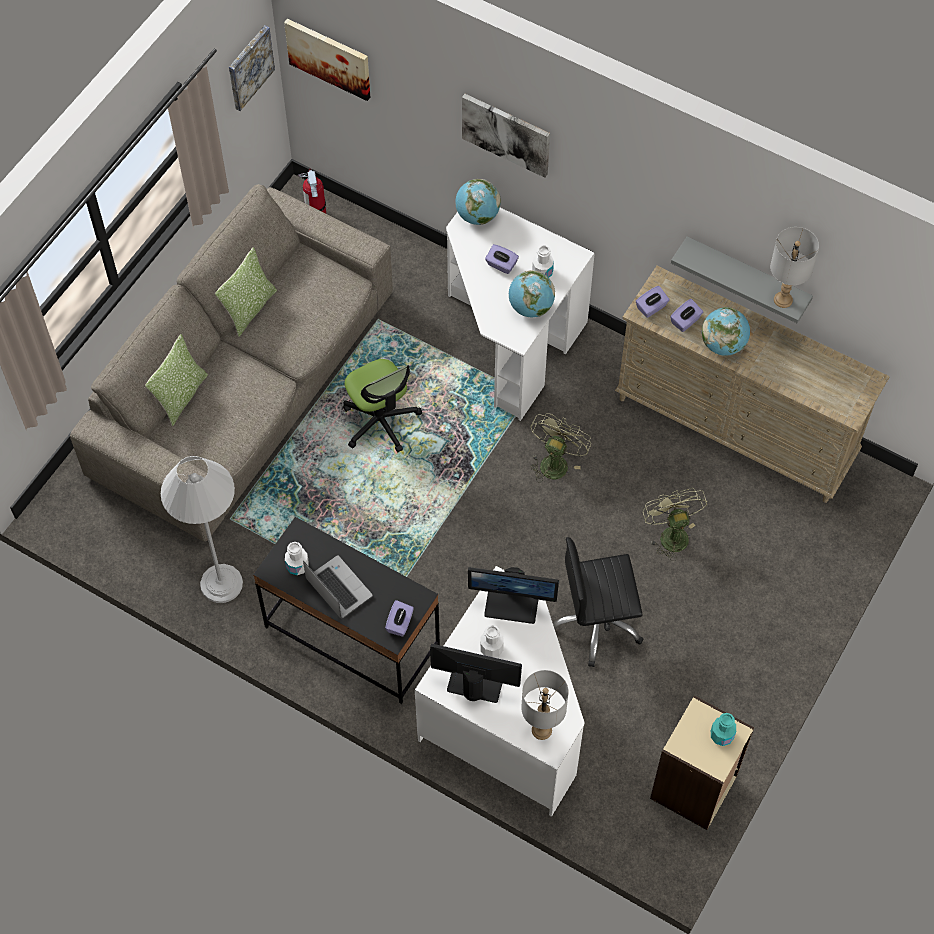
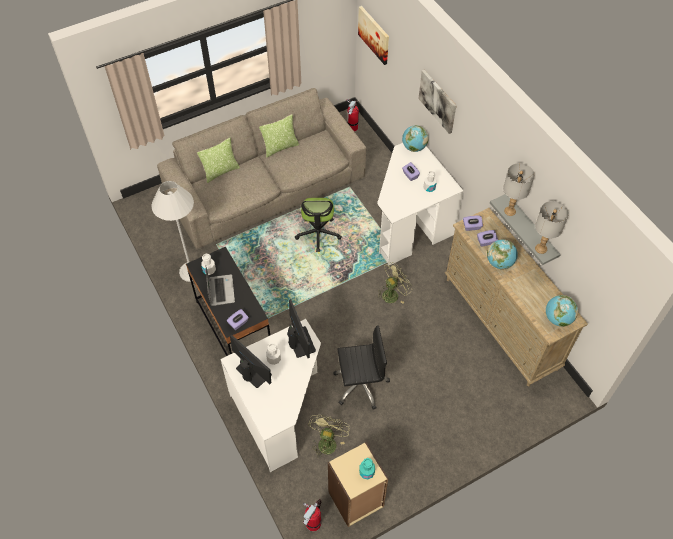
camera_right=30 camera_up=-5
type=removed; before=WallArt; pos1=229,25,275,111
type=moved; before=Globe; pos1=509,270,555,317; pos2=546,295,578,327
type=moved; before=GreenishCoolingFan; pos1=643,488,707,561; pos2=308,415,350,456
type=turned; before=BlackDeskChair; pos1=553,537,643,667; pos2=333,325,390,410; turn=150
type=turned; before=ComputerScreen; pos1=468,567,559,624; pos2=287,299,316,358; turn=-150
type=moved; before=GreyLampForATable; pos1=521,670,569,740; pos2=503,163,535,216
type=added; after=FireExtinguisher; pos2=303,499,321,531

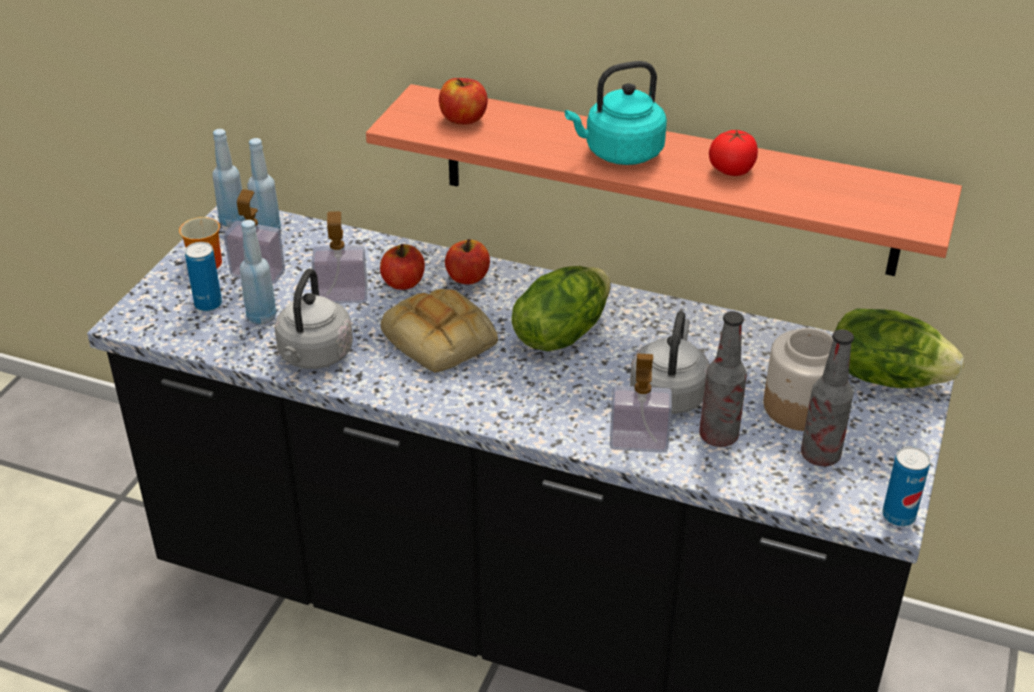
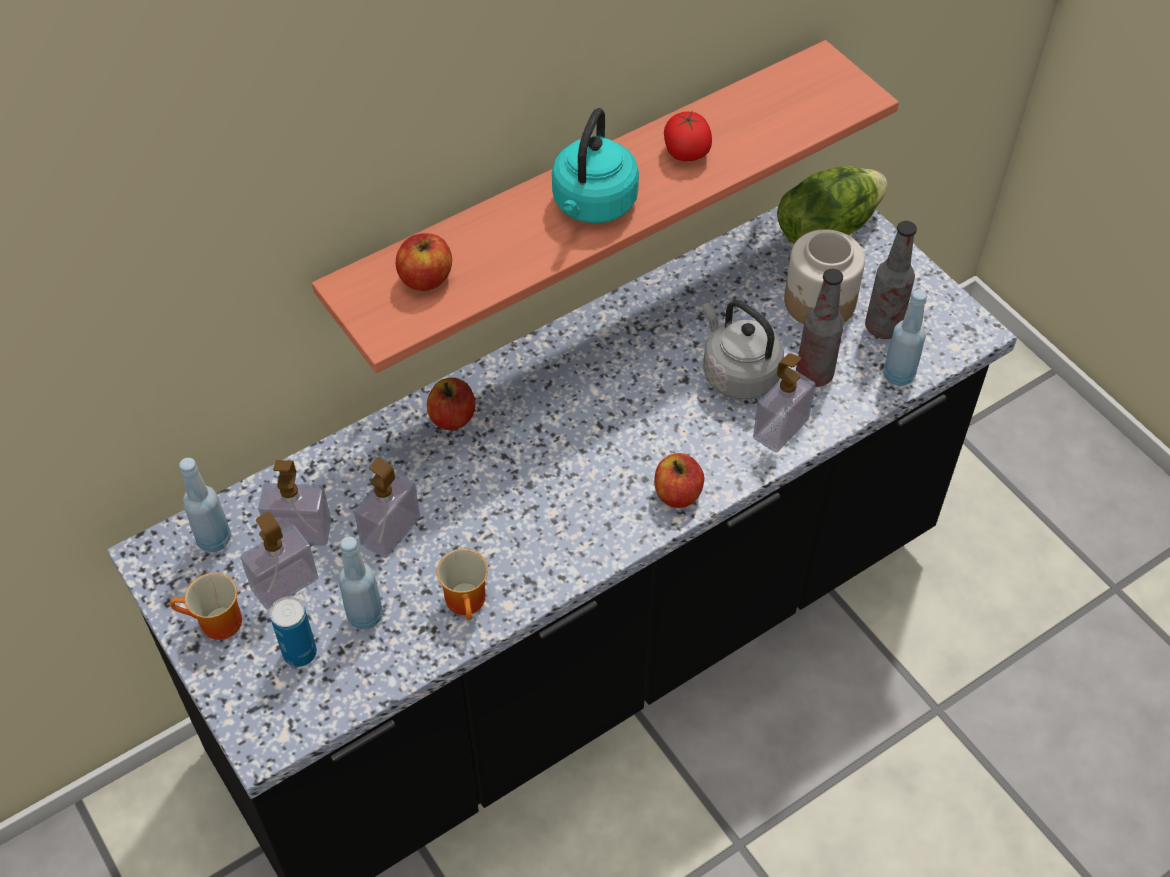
camera_right=-55 camera_up=15
type=moved; before=BluishDrinkBottle; pos1=212,129,246,227; pos2=883,289,927,386
type=moved; before=WholeApple; pos1=380,244,425,290; pos2=654,453,704,508
type=removed; before=HeadOfLettuce; pos1=512,266,611,351
type=replaced; before=GreyKettle; after=Mug; pos1=274,269,353,369; pos2=437,548,488,620
type=removed; before=BakedBread; pos1=380,289,498,373
type=removed; before=Can; pos1=882,446,930,526
type=added; after=LiquidSoapBottle; pos2=258,460,331,546

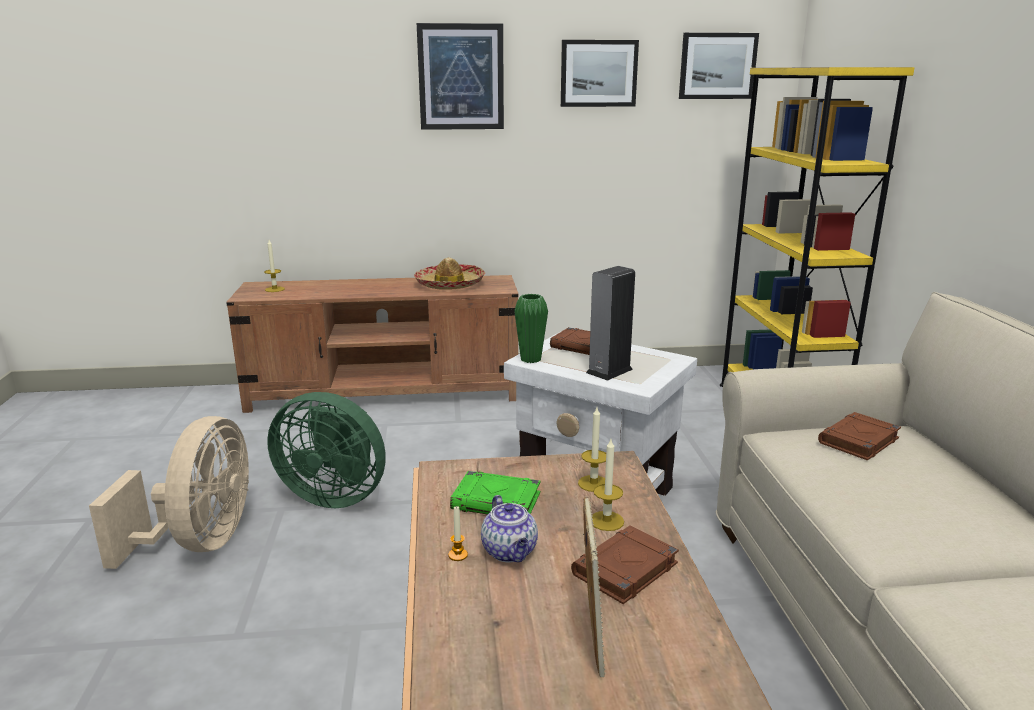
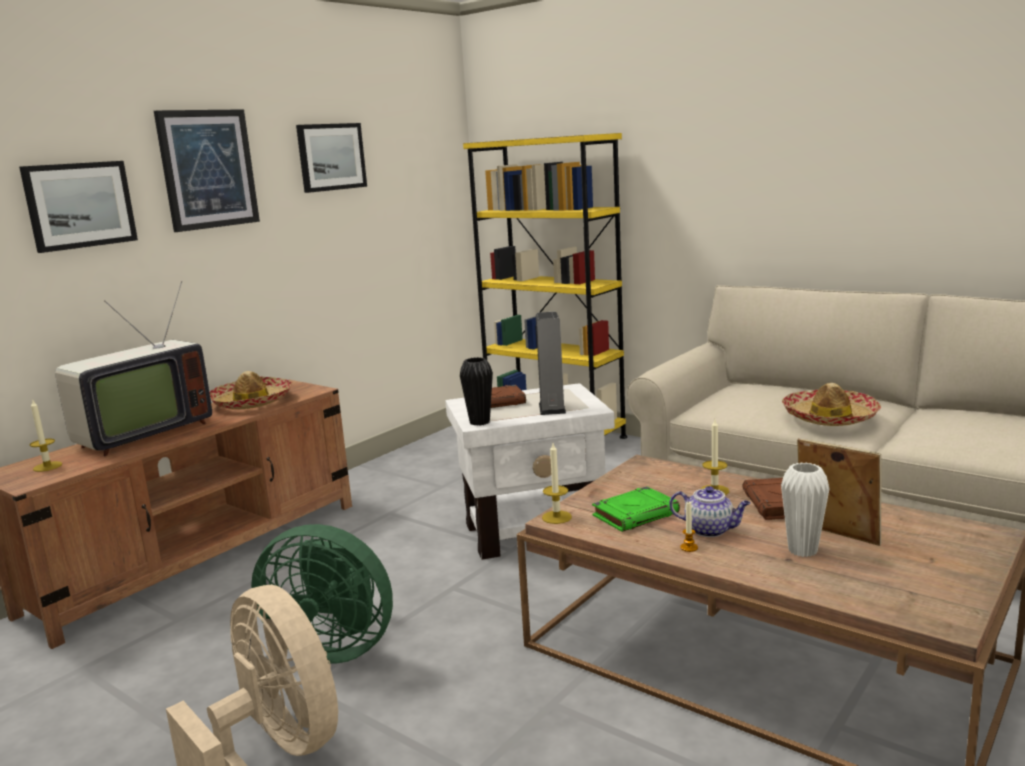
camera_right=-45 camera_up=-5
type=moved; before=WallArt; pos1=679,33,759,99; pos2=19,161,138,253
type=recoloured; before=GreenishVase; after=BlackVase; pos1=514,294,548,363; pos2=460,357,493,426
type=turned; before=GreenishCoolingFan; pos1=267,392,386,508; pos2=251,524,393,664; turn=45
type=moved; before=WaxCandle; pos1=578,407,606,492; pos2=542,443,572,524
type=removed; before=BrownBoundBook; pos1=818,412,901,461
type=added; after=Television; pos2=55,281,212,456
type=added; after=WearableHat; pos2=782,383,881,426
type=added; after=WhitishVase; pos2=781,462,830,557

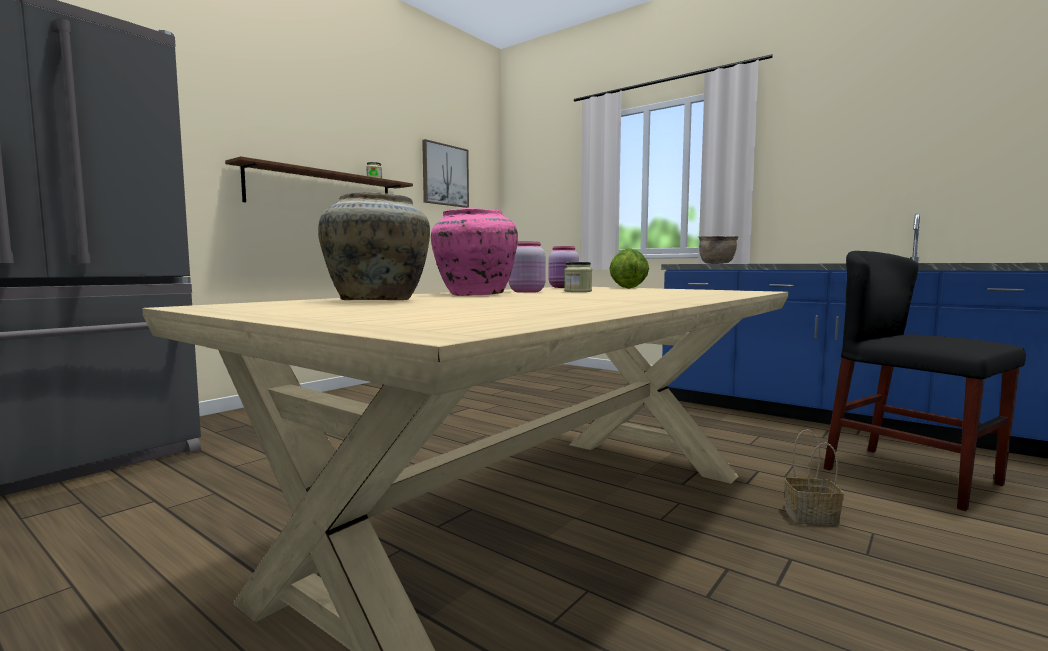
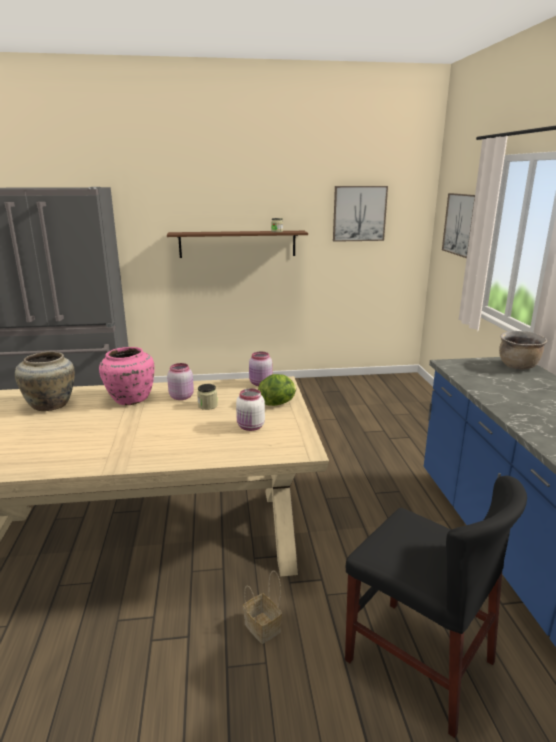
camera_right=45 camera_up=15
type=turned; before=BlackChair; pos1=824,251,1026,511; pos2=345,476,527,738; turn=120
type=added; after=WallArt; pos2=442,193,475,258
type=added; after=WhitishJar; pos2=236,388,265,431

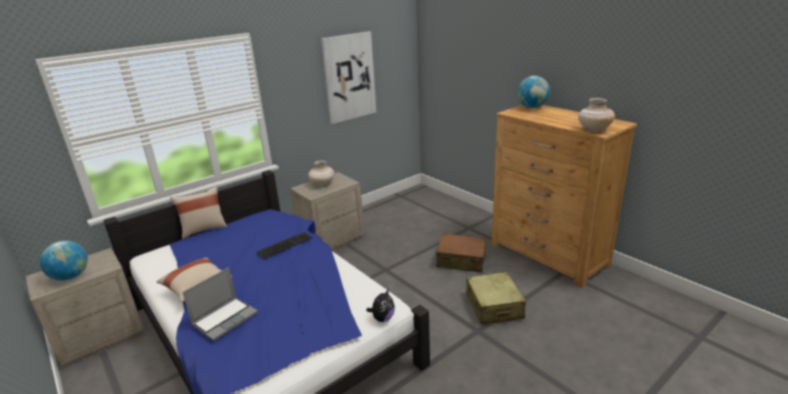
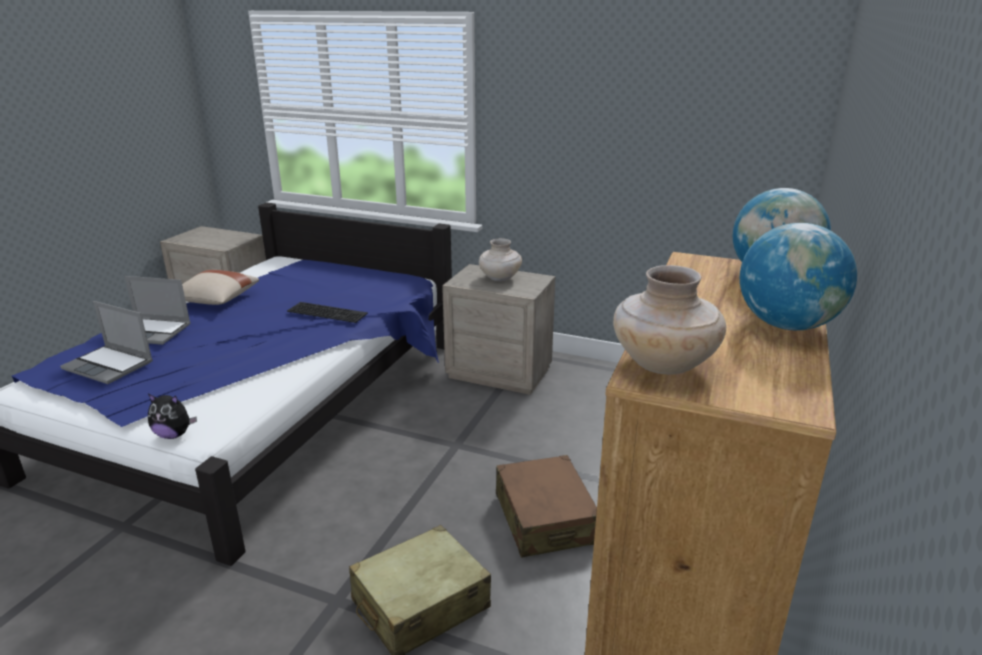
camera_right=60 camera_up=0
type=removed; before=WallArt; pos1=321,32,376,124
type=removed; before=SandColouredPillow; pos1=170,186,227,239
type=moved; before=Globe; pos1=40,241,88,280; pos2=740,223,857,330
type=added; after=Laptop; pos2=60,301,153,384

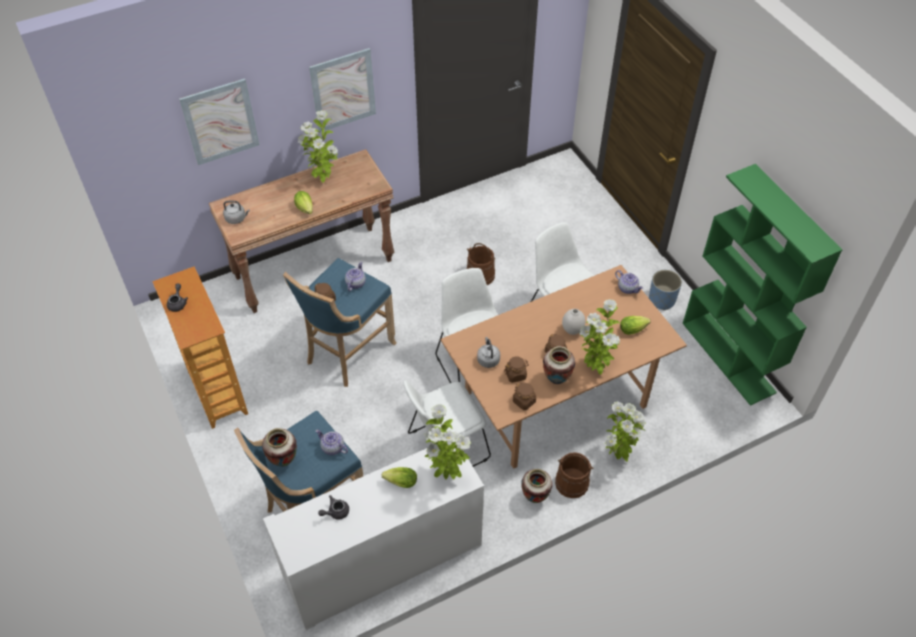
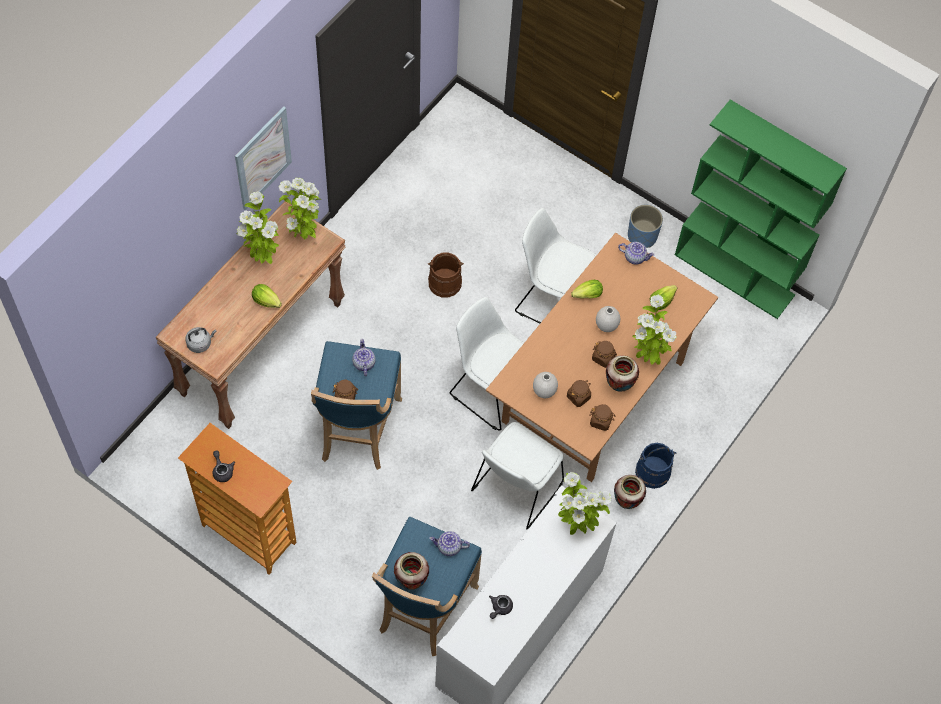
camera_right=-30 camera_up=10
type=removed; before=WallArt; pos1=179,78,259,165
type=replaced; before=GreyKettle; after=WhitishVase; pos1=477,337,500,368; pos2=533,372,558,398
type=moved; before=PottedPlant; pos1=605,402,646,462; pos2=278,178,319,240
type=recoloured; before=BrownWaterBucket; after=BluishWaterBucket; pos1=555,452,594,498; pos2=635,443,676,489
type=moved; before=HeadOfLettuce; pos1=382,467,417,488; pos2=571,280,603,299

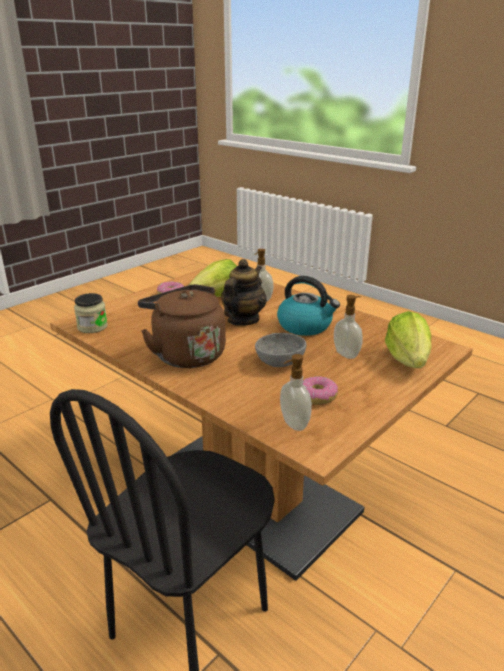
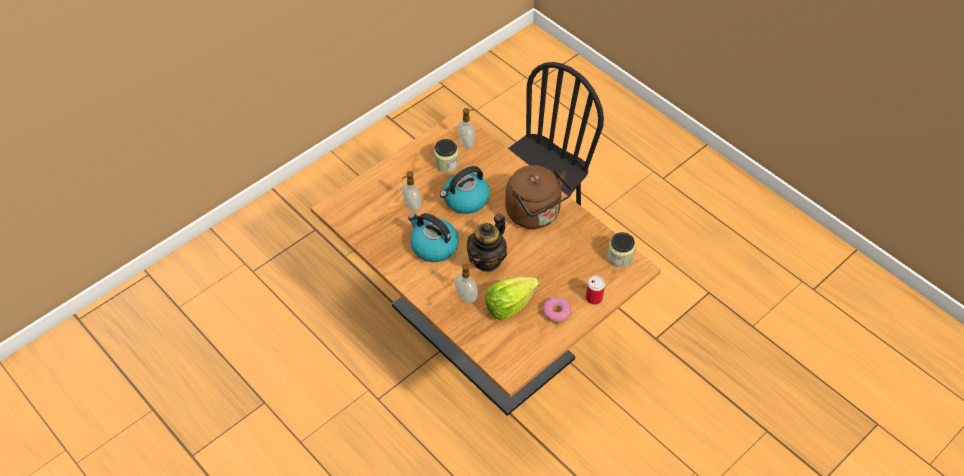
camera_right=-175 camera_up=25
type=removed; before=HeadOfLettuce; pos1=385,311,432,368
type=replaced; before=GreyDeepDish; after=Kettle; pos1=255,333,306,367; pos2=440,166,490,214
type=replaced; before=Doughnut; after=Jar; pos1=303,376,338,405; pos2=434,139,459,173
type=added; after=Can; pos2=586,276,605,305

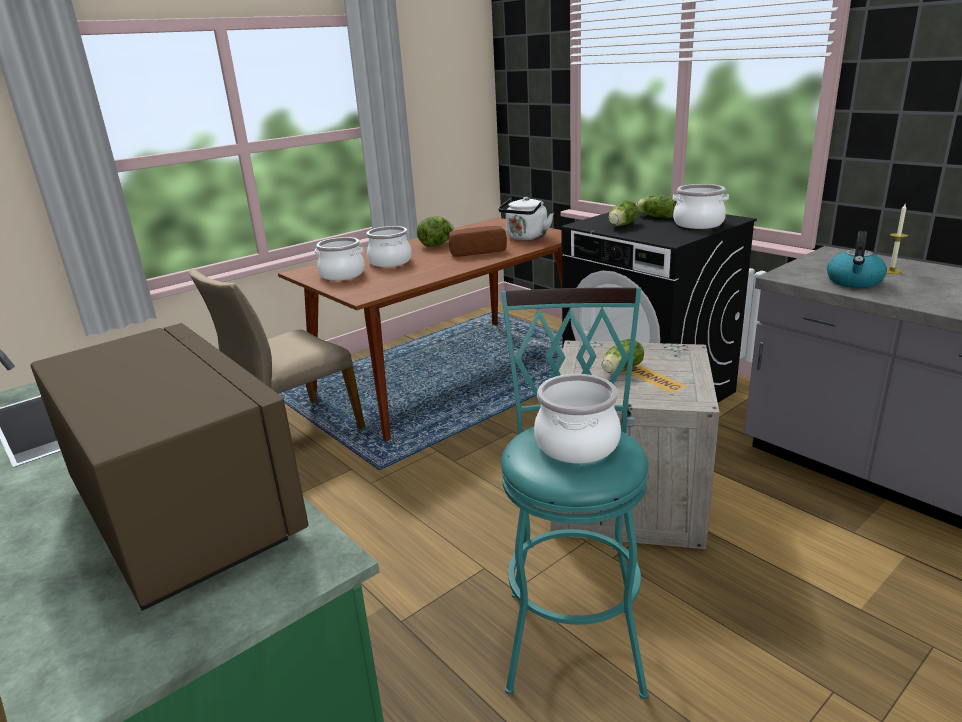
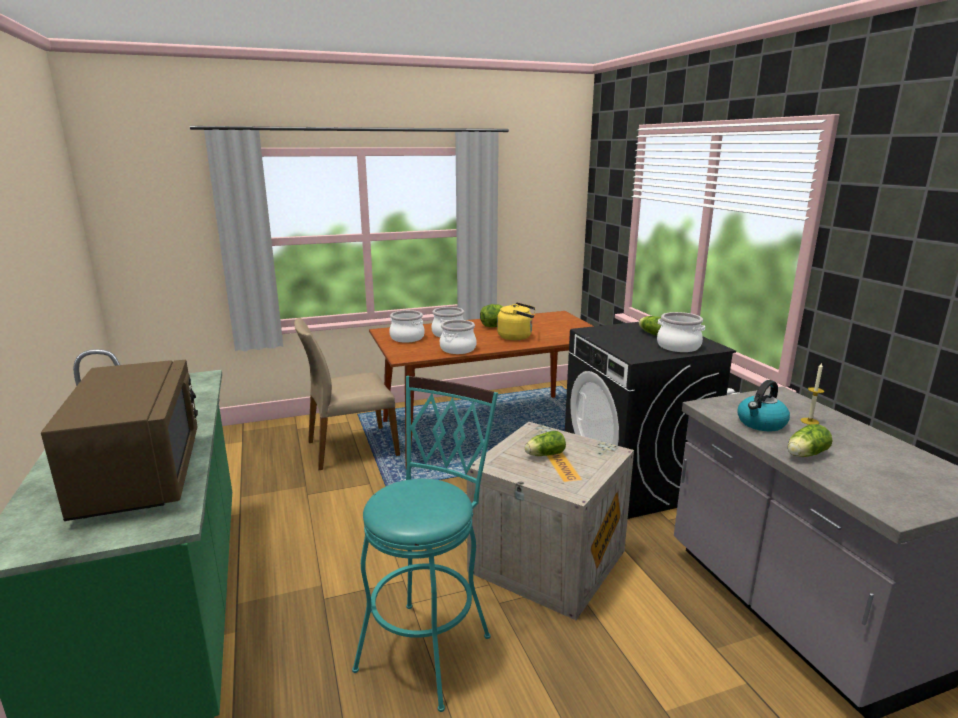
camera_right=20 camera_up=-5
type=removed; before=WhitishKettle; pos1=498,197,553,241
type=moved; before=HeadOfLettuce; pos1=608,200,639,226; pos2=788,424,832,457
type=replaced; before=BakedBread; after=YellowKettle; pos1=449,226,507,257; pos2=497,302,536,340
type=moved; before=Stockpot; pos1=534,374,621,463; pos2=440,320,477,354

